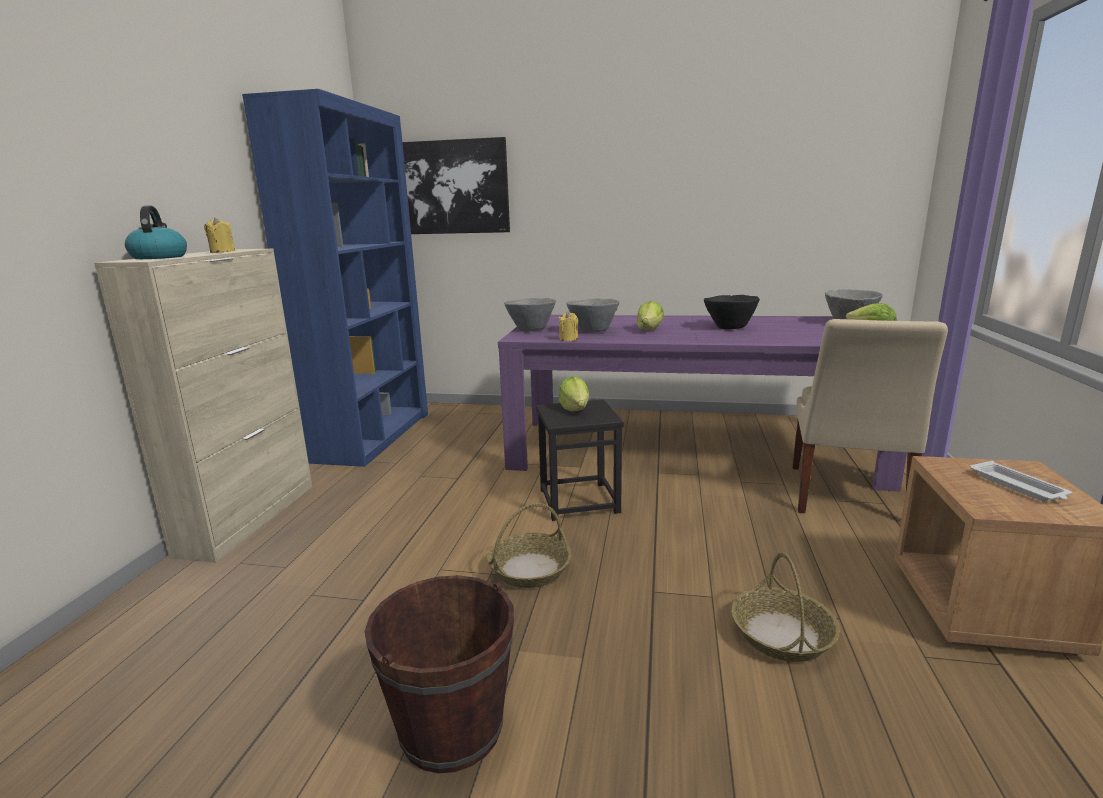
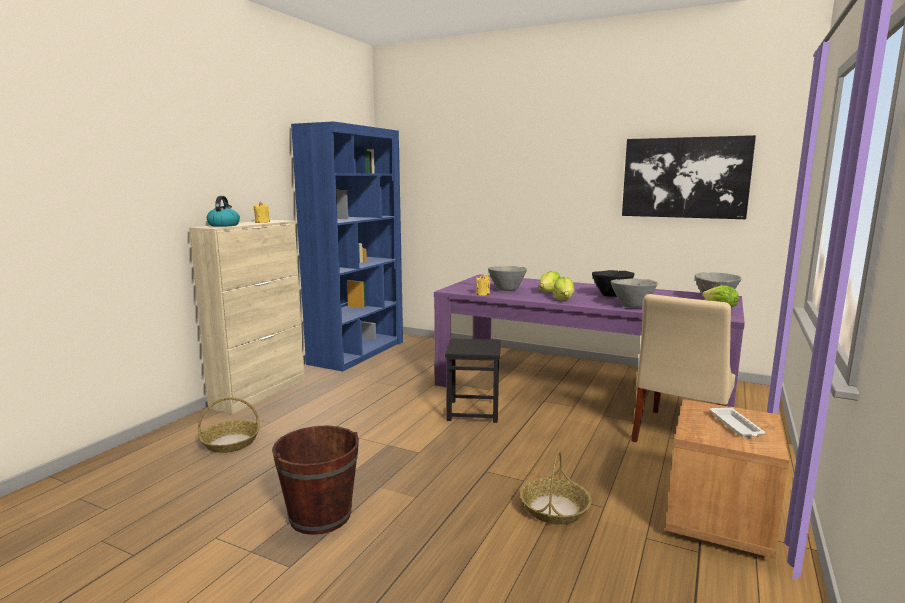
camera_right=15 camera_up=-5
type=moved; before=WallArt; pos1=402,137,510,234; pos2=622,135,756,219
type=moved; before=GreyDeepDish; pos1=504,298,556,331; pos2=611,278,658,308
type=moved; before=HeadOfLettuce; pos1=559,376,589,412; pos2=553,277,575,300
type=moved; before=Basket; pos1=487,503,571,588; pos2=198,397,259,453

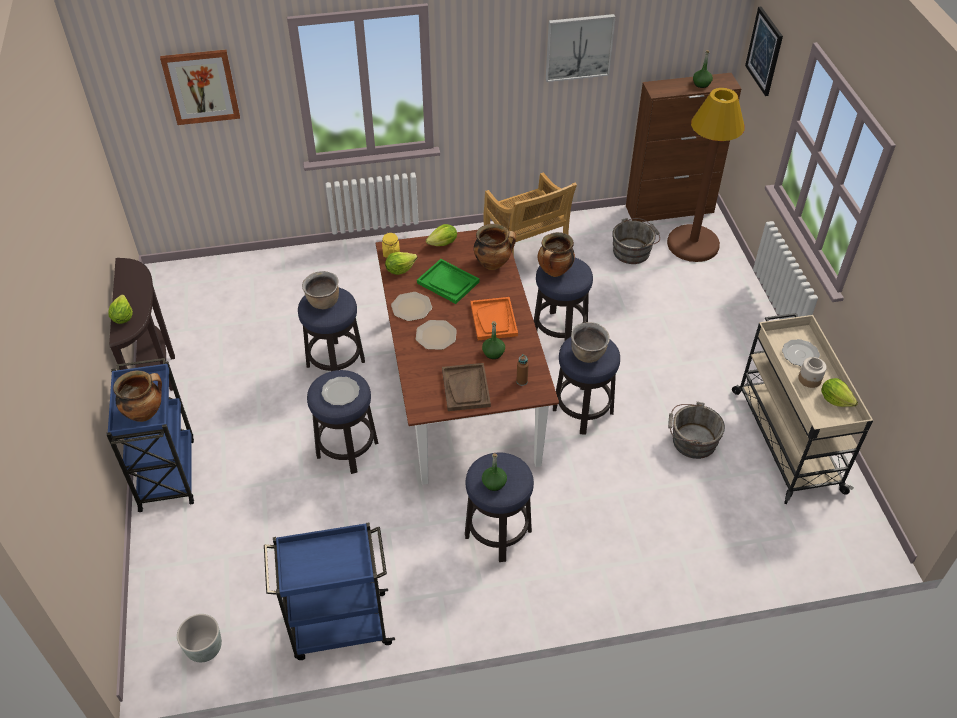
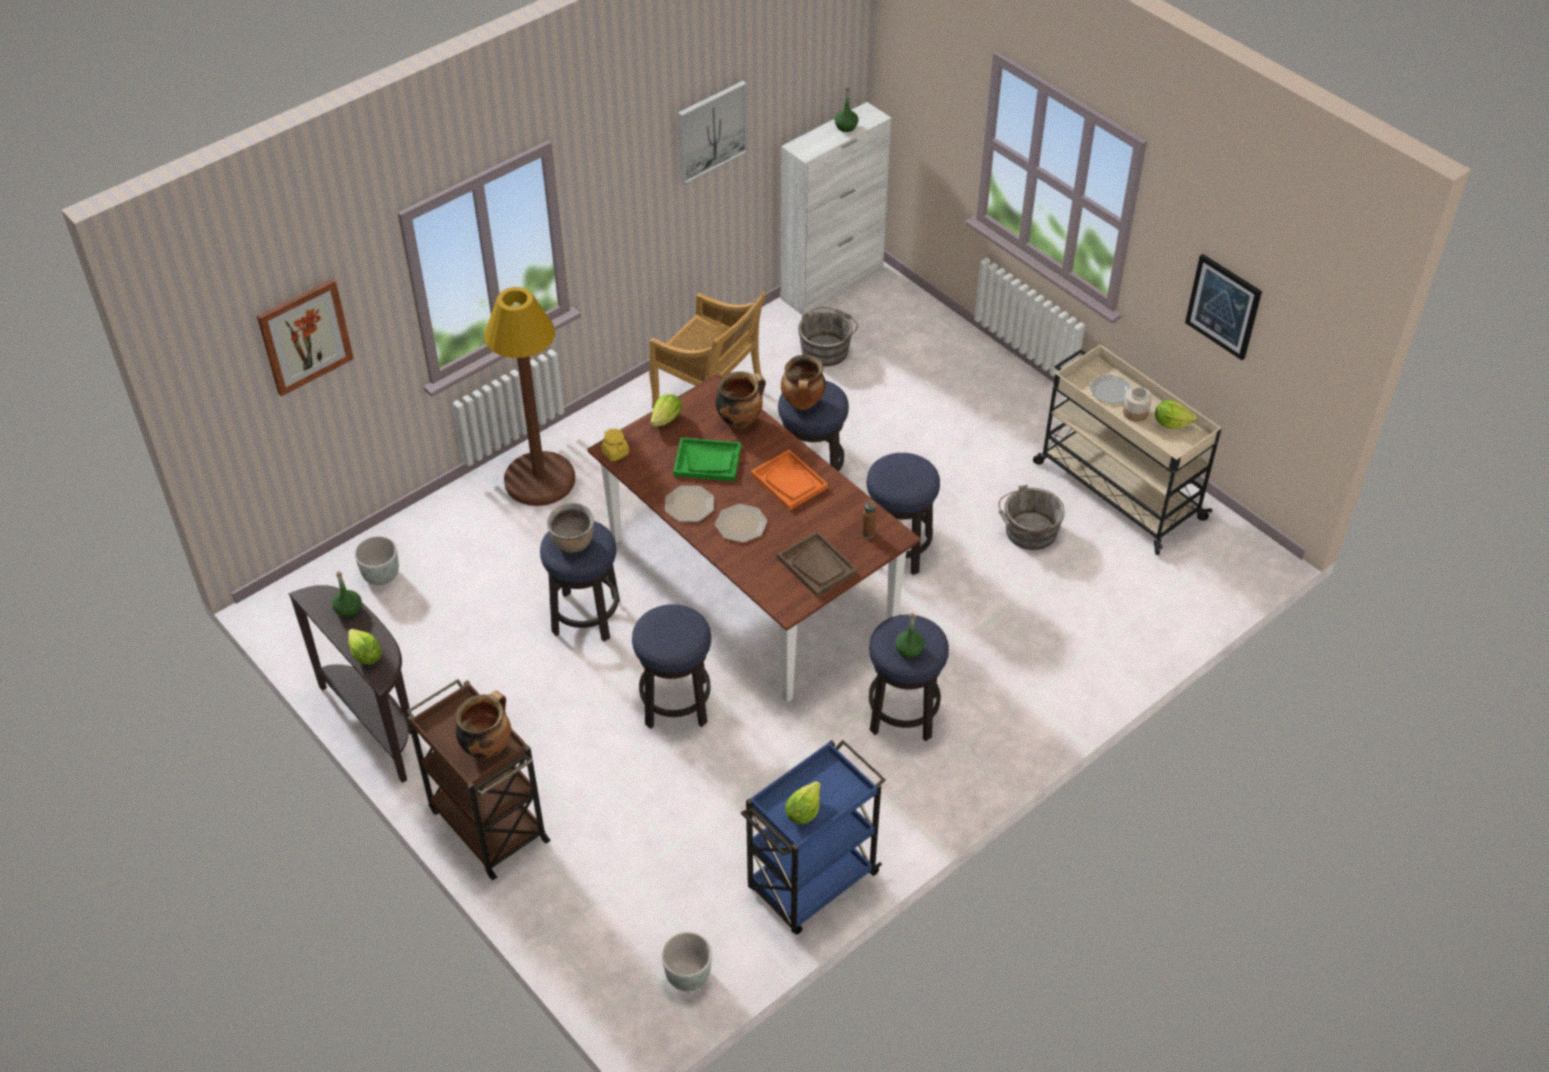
camera_right=-30 camera_up=0
type=moved; before=WallArt; pos1=745,7,783,96; pos2=1185,254,1262,360
type=recoloured; before=BrownCupboard; after=WhitishCupboard; pos1=626,73,742,222; pos2=781,102,892,315
type=moved; before=BrownStandardLamp; pos1=667,88,745,262; pos2=484,287,575,506
type=moved; before=HeadOfLettuce; pos1=385,252,417,275; pos2=785,781,821,824
type=moved; before=GreenishDrinkBottle; pos1=482,321,505,359; pos2=332,571,362,618
type=removed; before=BrownStockpot; pos1=571,322,610,363
type=recoloured; before=BluishCart; after=BrownCart; pos1=106,358,194,512; pos2=406,679,551,880
type=removed; before=FlatDish; pos1=321,377,360,406
type=added; after=GreyPlanter; pos2=354,536,399,586

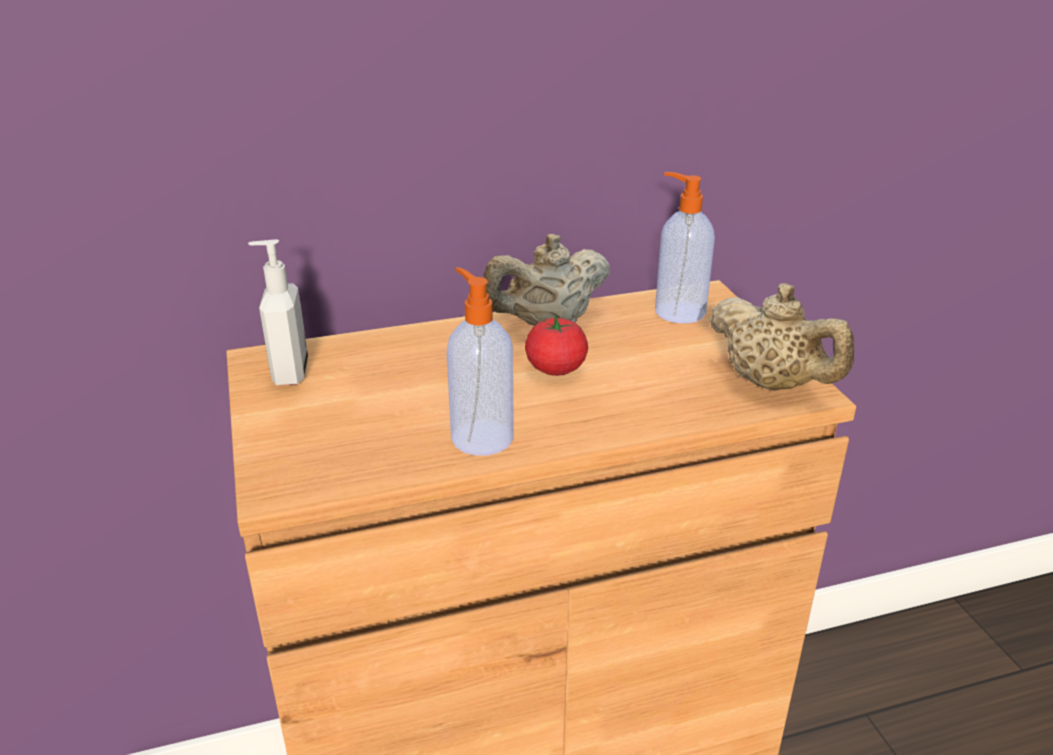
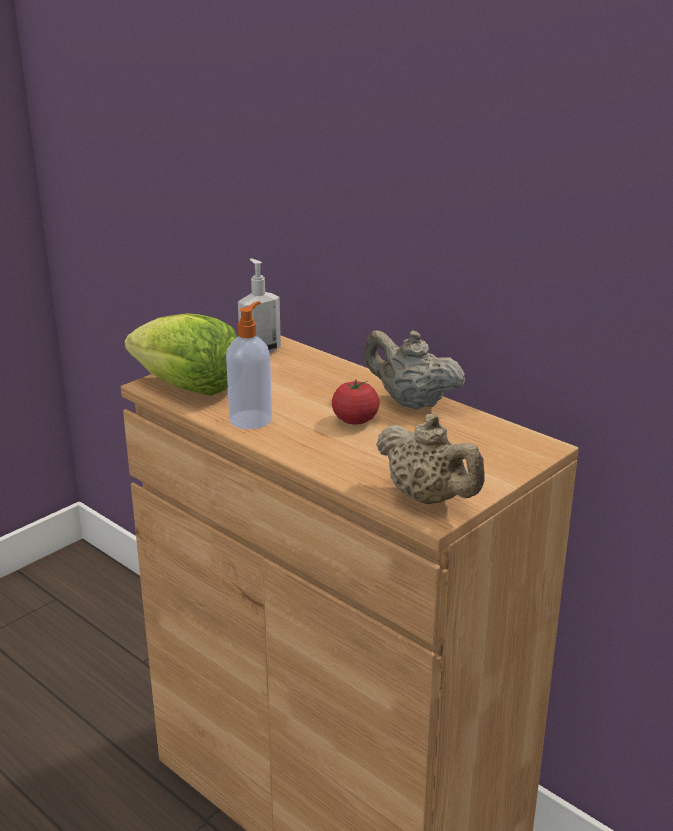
camera_right=60 camera_up=-5
type=removed; before=LiquidSoapBottle; pos1=655,172,715,323
type=turned; before=SandColouredTeaPot; pos1=709,283,854,391; pos2=376,414,485,504; turn=-60
type=added; after=HeadOfLettuce; pos2=125,313,237,396

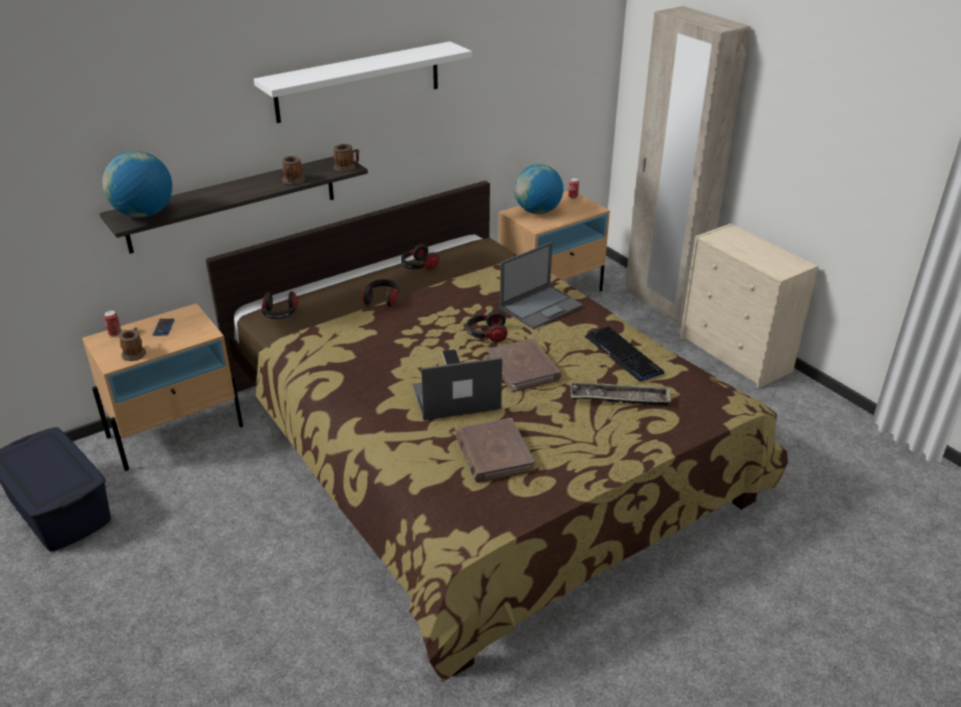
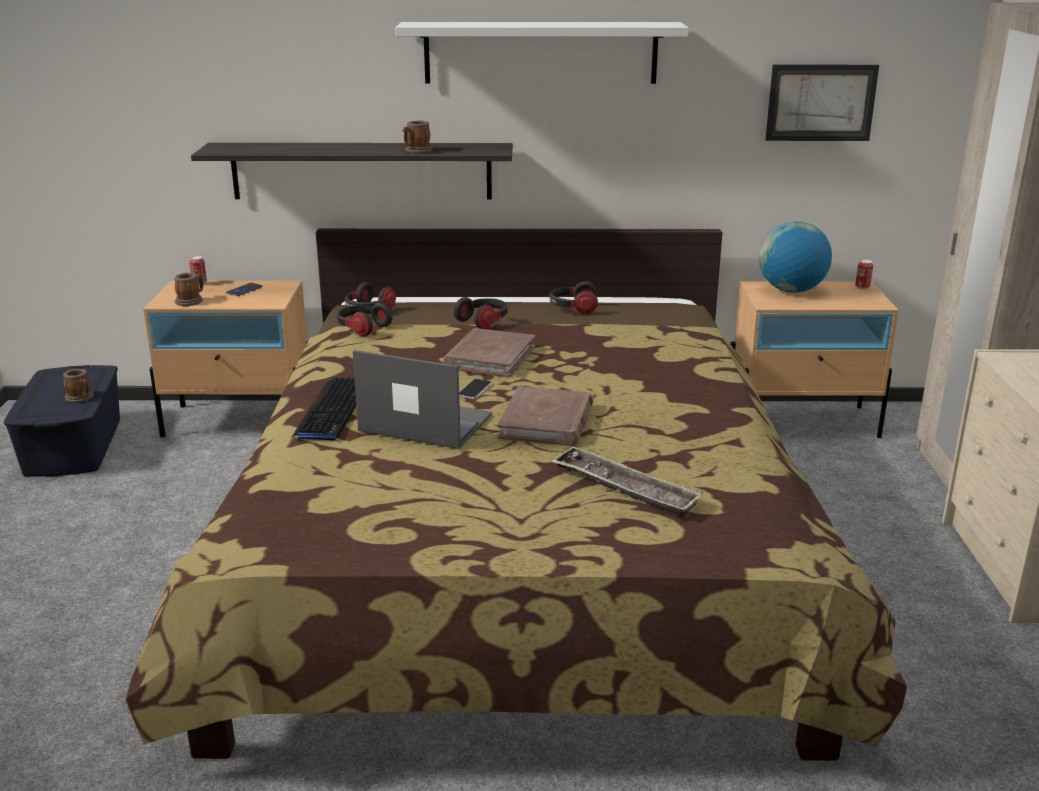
camera_right=35 camera_up=-10
type=moved; before=Mug; pos1=333,144,360,172; pos2=63,369,94,403
type=removed; before=Globe; pos1=102,151,172,218
type=removed; before=Laptop; pos1=500,242,583,329
type=moved; before=Headphones; pos1=466,311,508,342; pos2=337,302,393,336
type=moved; before=PcKeyboard; pos1=584,326,664,382; pos2=292,378,356,440
type=moved; before=BrownBoundBook; pos1=456,418,535,483; pos2=443,328,535,377
type=added; after=WallArt; pos2=765,65,879,141

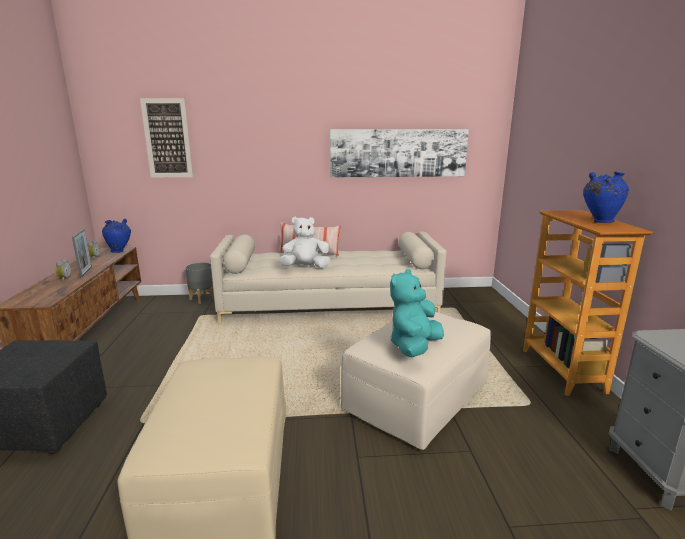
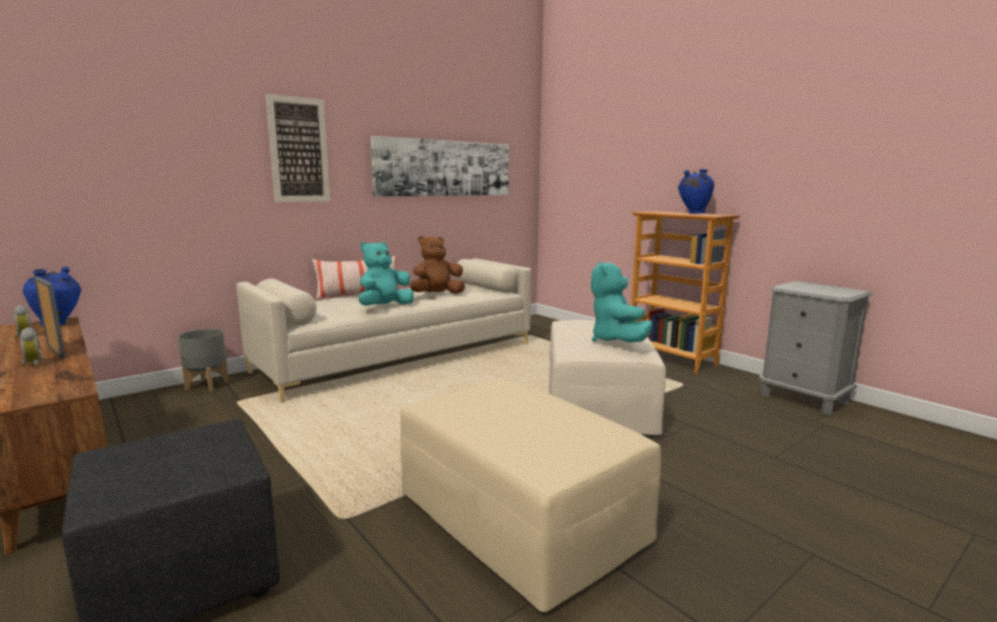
camera_right=-35 camera_up=-5
type=moved; before=WallArt; pos1=140,98,193,178; pos2=266,94,330,202
type=recoloured; before=WhitishCuddlyToy; after=TurquoiseCuddlyToy; pos1=278,216,331,268; pos2=359,242,414,306
type=added; after=BrownCuddlyToy; pos2=410,236,465,294

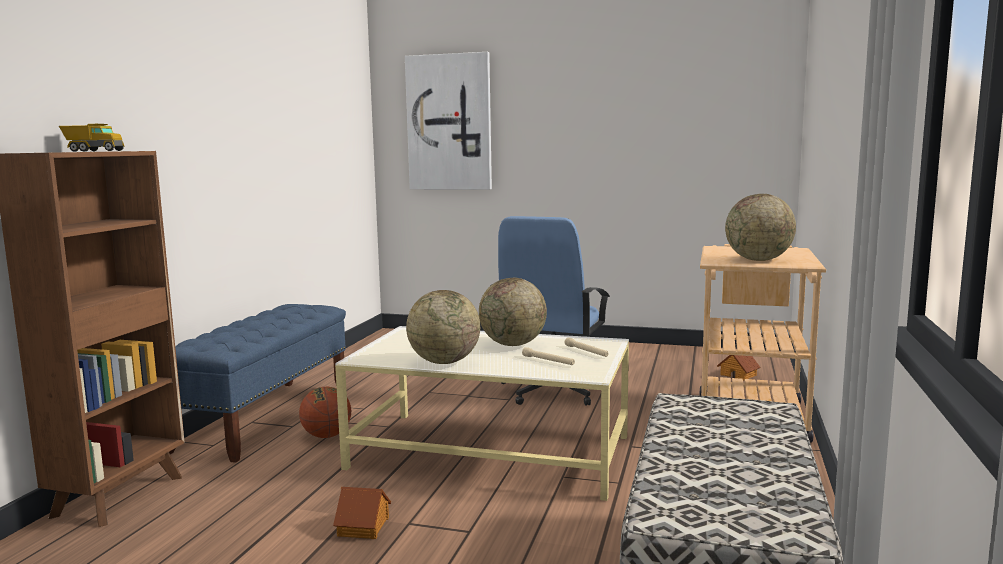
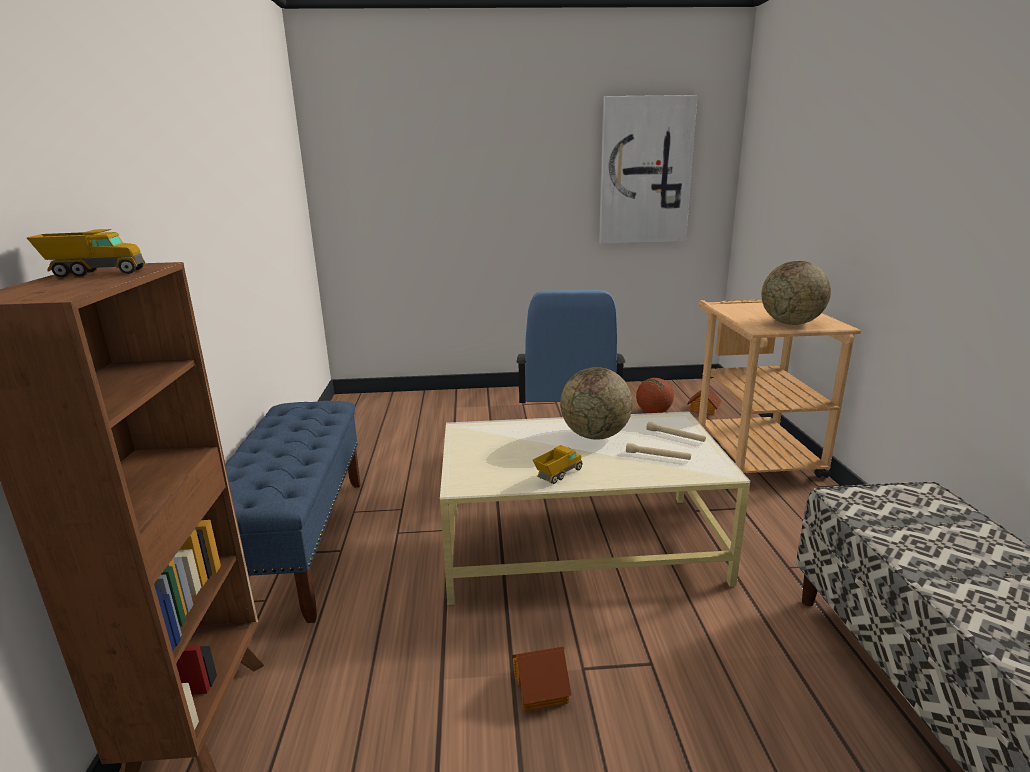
camera_right=-20 camera_up=10
type=moved; before=WallArt; pos1=405,52,492,190; pos2=599,95,698,244
type=replaced; before=Globe; after=ModelTruck; pos1=406,290,480,364; pos2=533,445,583,484
type=moved; before=BasketballBall; pos1=299,387,351,438; pos2=636,378,674,413

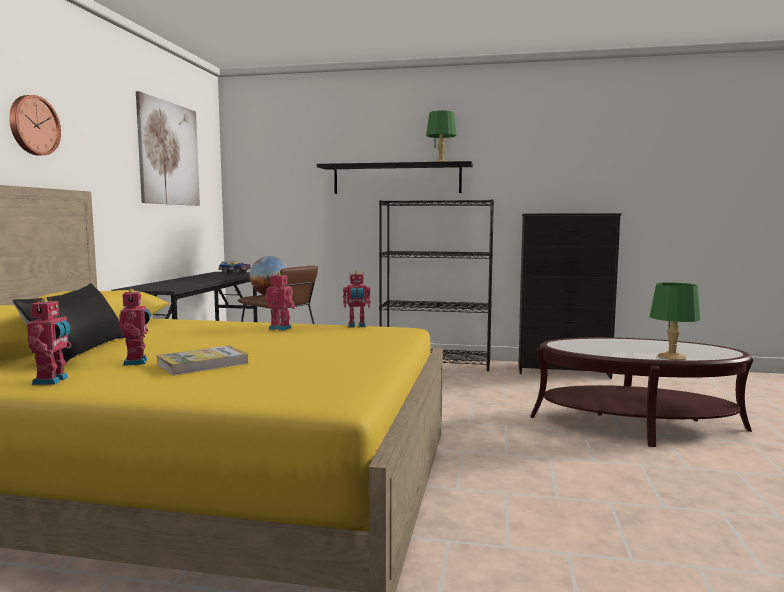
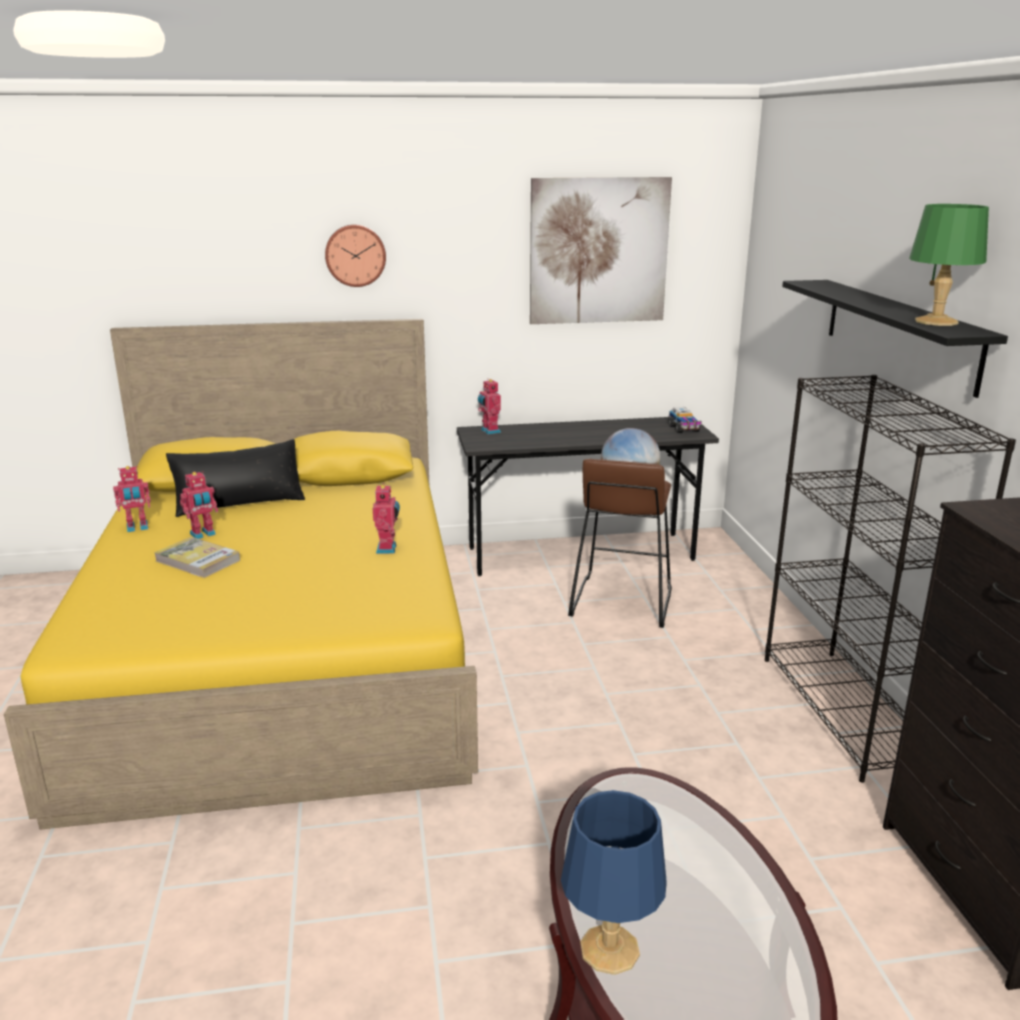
camera_right=70 camera_up=15
type=moved; before=ToyRobot; pos1=343,271,371,327; pos2=478,379,501,435
type=recoloured; before=GreenishLampForATable; after=BluishLampForATable; pos1=649,282,701,360; pos2=561,790,667,975

